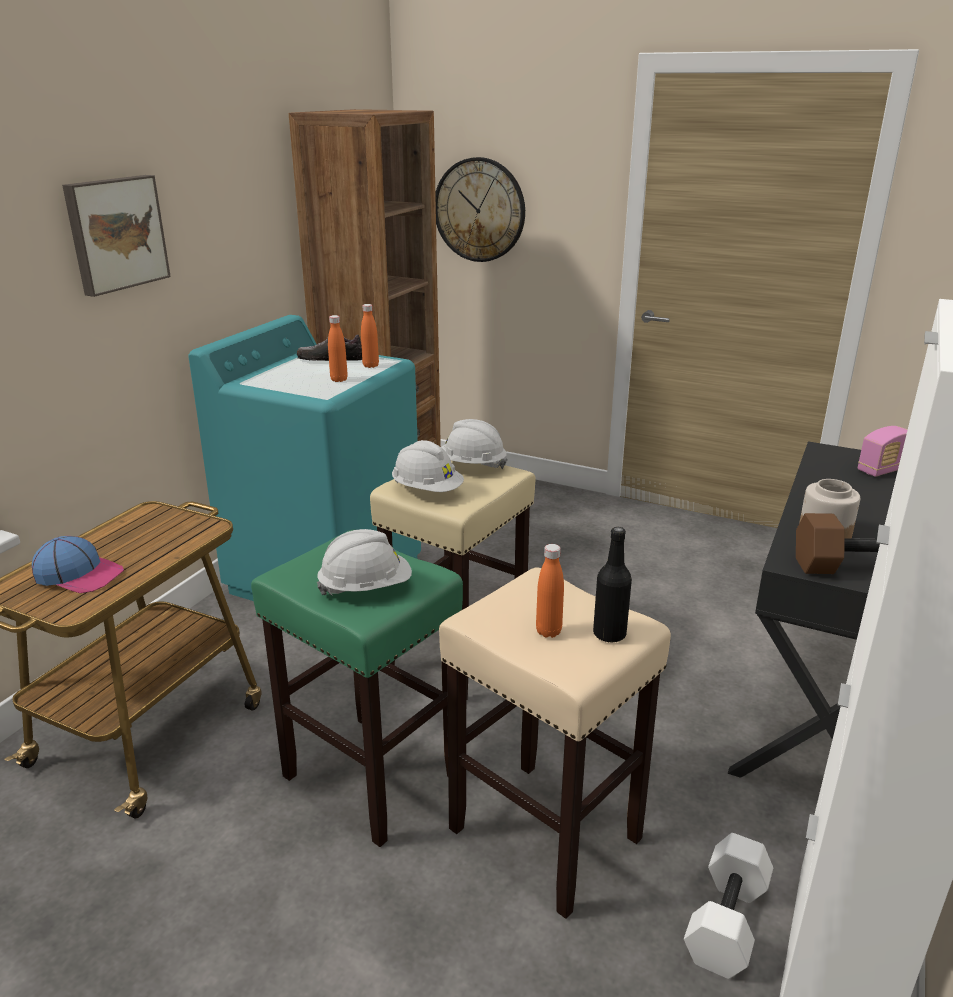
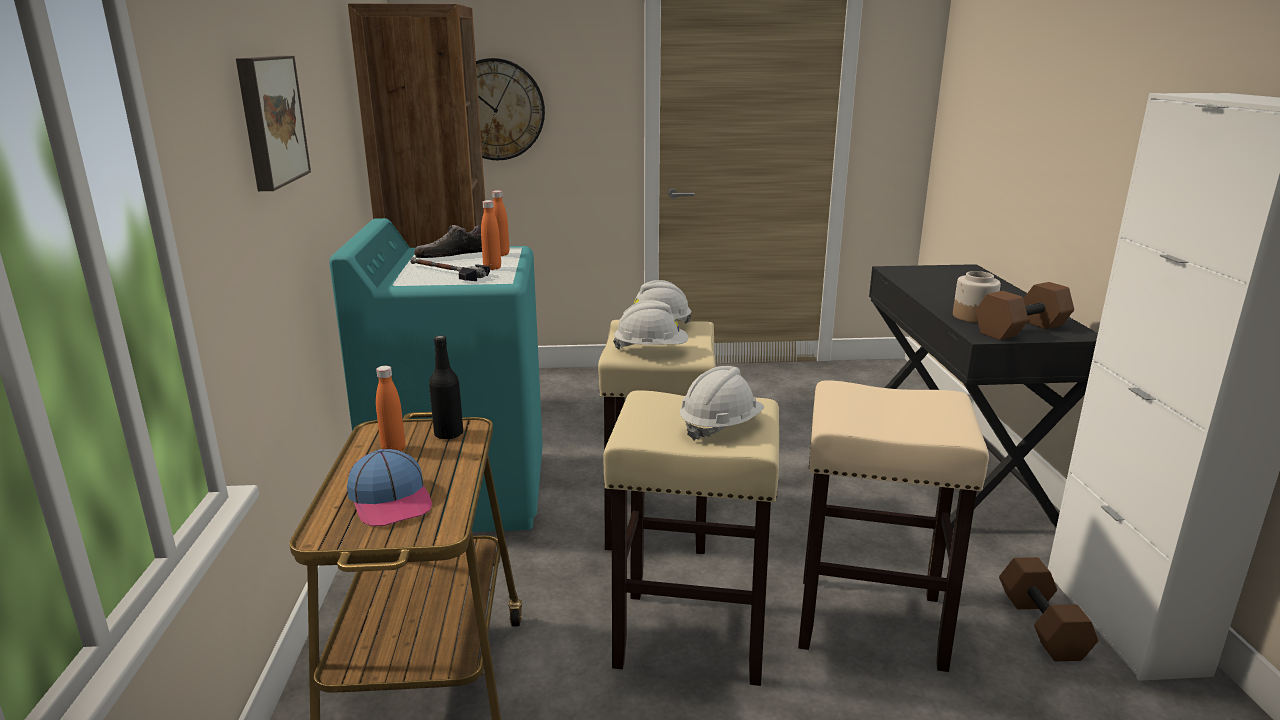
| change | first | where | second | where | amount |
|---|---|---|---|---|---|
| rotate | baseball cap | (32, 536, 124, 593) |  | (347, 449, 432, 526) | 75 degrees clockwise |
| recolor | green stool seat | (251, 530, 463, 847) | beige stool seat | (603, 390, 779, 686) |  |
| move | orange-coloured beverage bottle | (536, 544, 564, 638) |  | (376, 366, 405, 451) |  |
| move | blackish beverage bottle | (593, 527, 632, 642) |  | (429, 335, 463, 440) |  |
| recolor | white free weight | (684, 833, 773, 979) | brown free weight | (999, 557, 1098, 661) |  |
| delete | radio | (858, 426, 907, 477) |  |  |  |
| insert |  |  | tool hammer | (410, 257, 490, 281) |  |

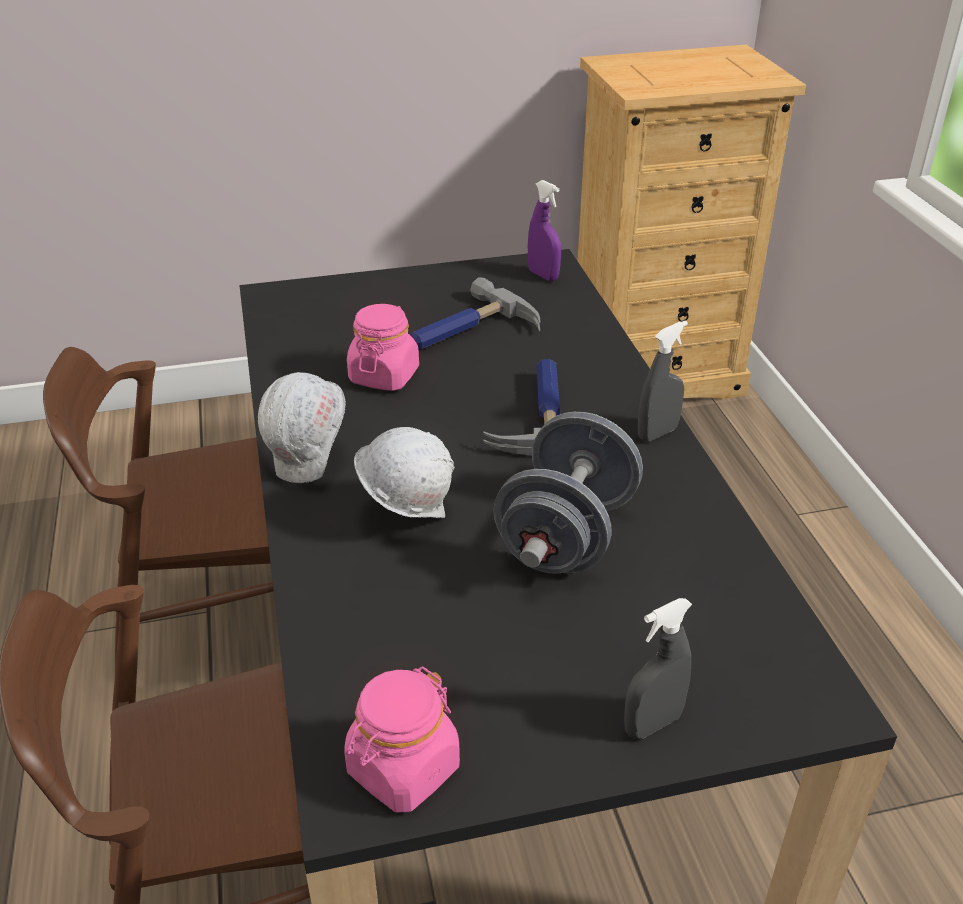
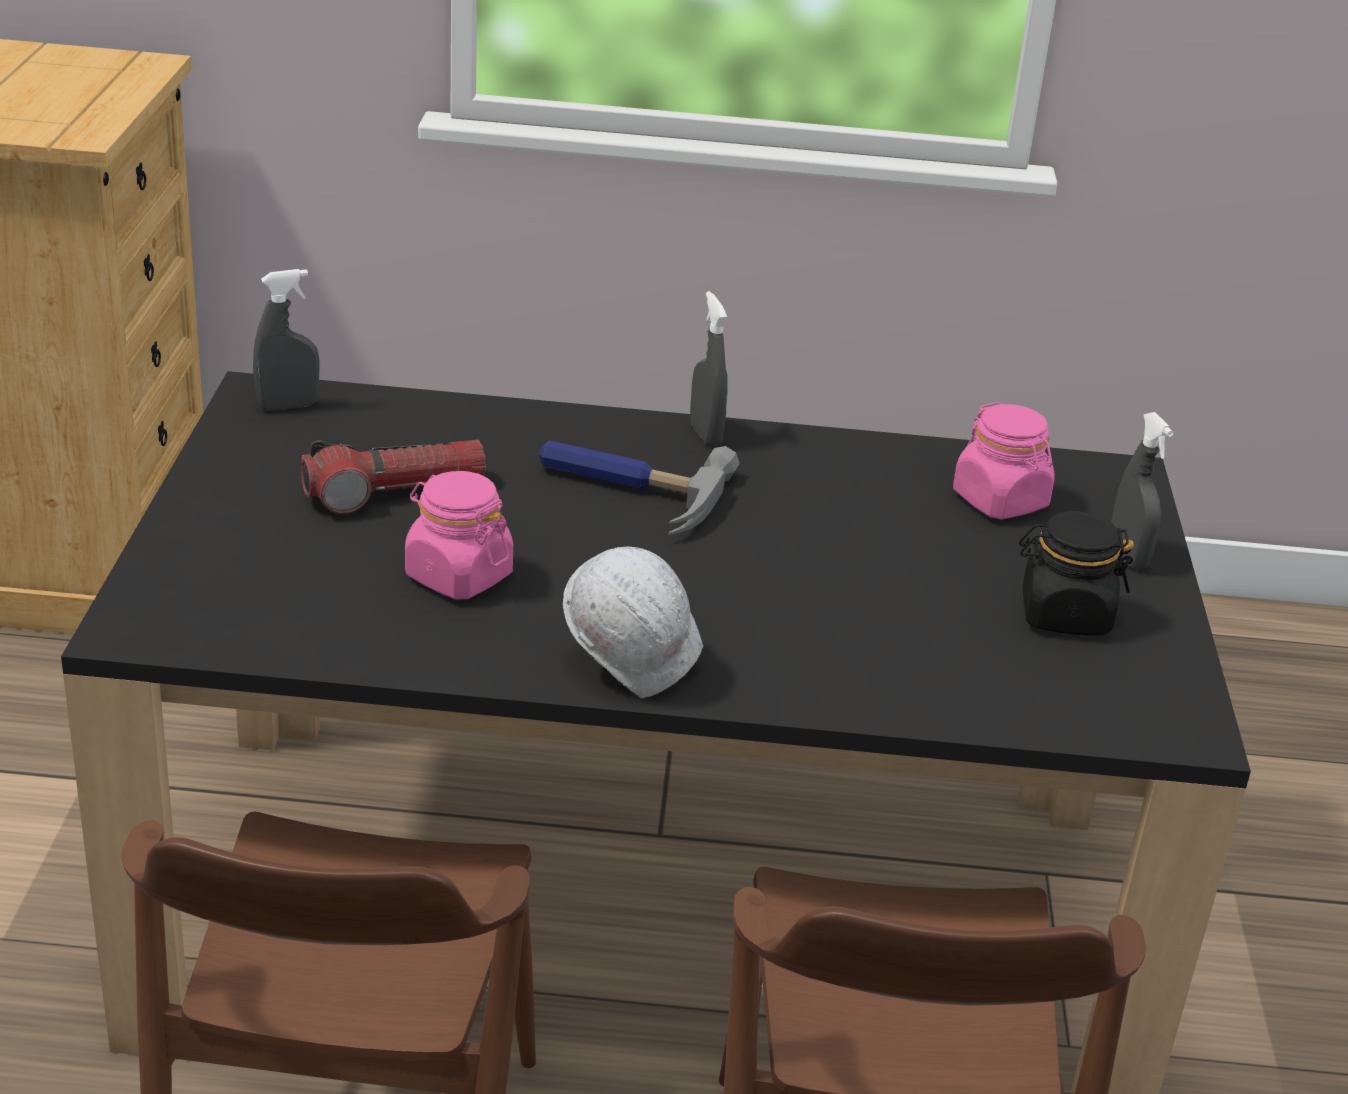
| change | first | where | second | where | amount |
|---|---|---|---|---|---|
| move | pink preserve jar | (344, 667, 460, 813) |  | (953, 402, 1055, 519) |  |
| delete | white safety helmet | (354, 427, 454, 518) |  |  |  |
| replace | tool hammer | (410, 277, 541, 350) | hand torch | (301, 440, 486, 514) |  |
| delete | grey free weight | (493, 412, 643, 574) |  |  |  |
| recolor | purple sprayer | (528, 180, 561, 281) | grey sprayer | (253, 269, 320, 411) |  |
| insert |  |  | blackish preserve jar | (1019, 511, 1134, 636) |  |

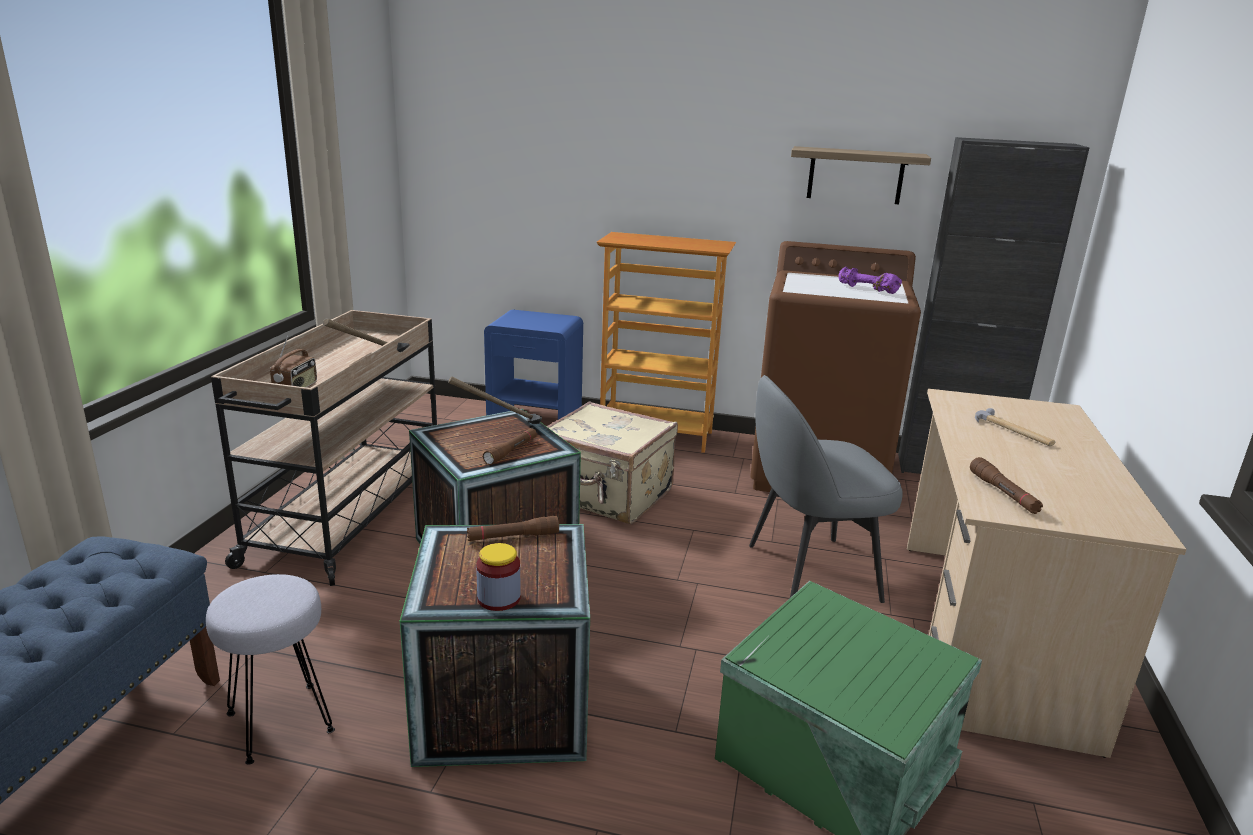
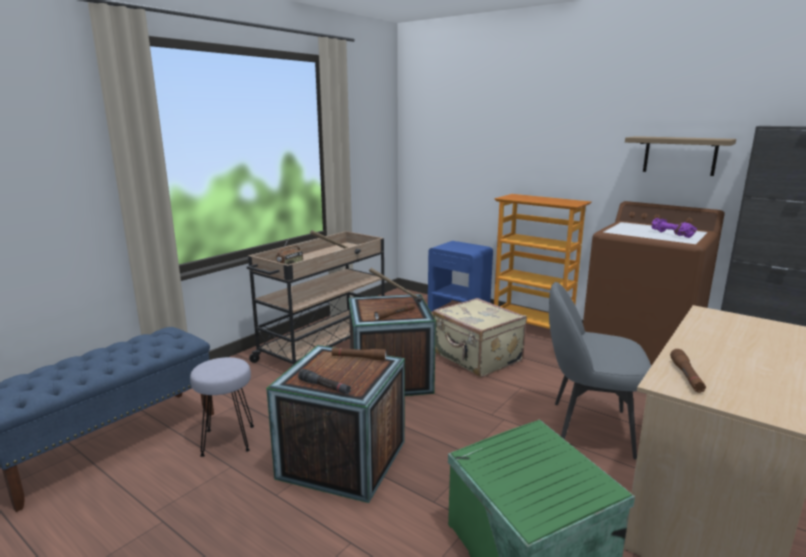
| change | first | where | second | where | amount |
|---|---|---|---|---|---|
| replace | preserve jar | (476, 543, 521, 611) | blackish hand torch | (298, 369, 351, 395) |  |
| delete | tool hammer | (975, 408, 1055, 446) |  |  |  |

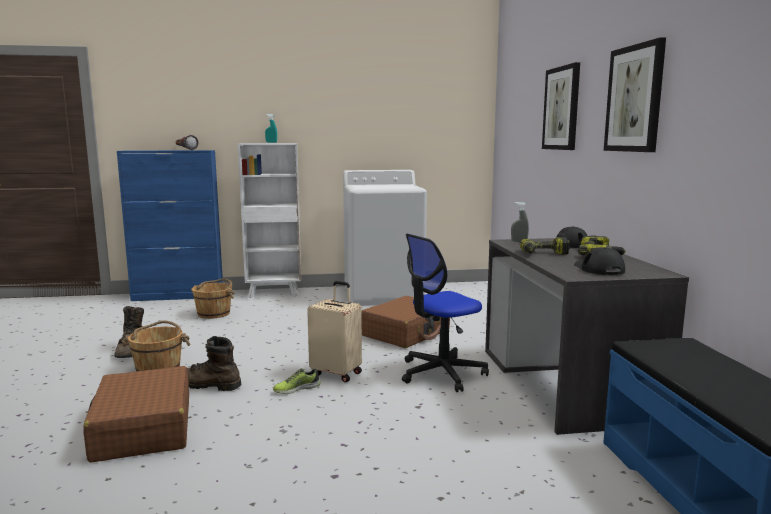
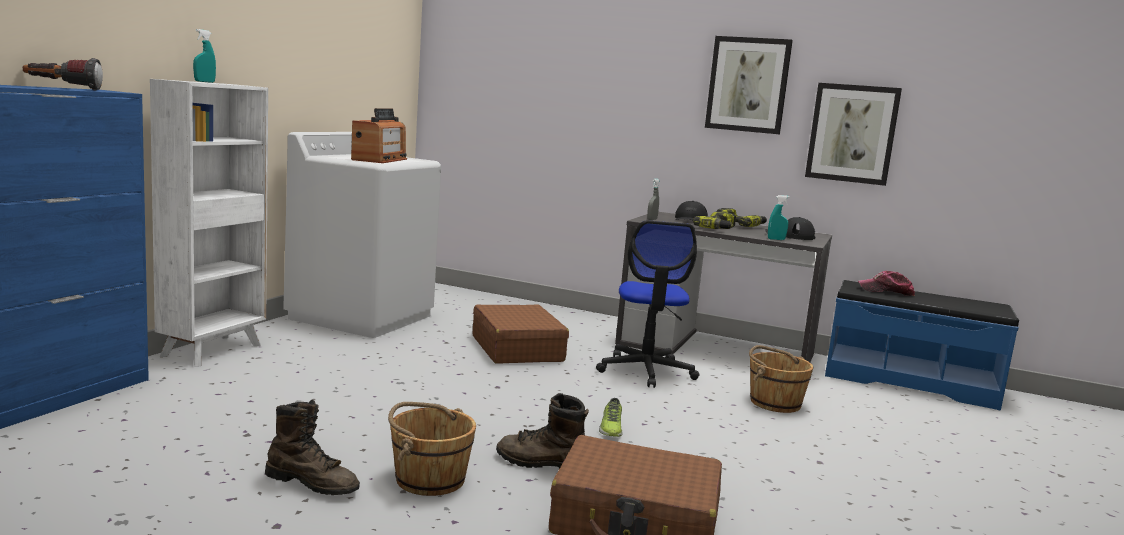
| change | first | where | second | where | amount |
|---|---|---|---|---|---|
| rotate | brown high-top boot | (187, 336, 241, 391) |  | (496, 393, 589, 469) | 60 degrees clockwise |
| move | brown pail | (191, 278, 234, 319) |  | (749, 345, 813, 413) |  |
| delete | beige travel case | (307, 281, 362, 382) |  |  |  |
| move | wall picture | (542, 62, 580, 150) |  | (805, 83, 902, 186) |  |
| insert |  |  | radio | (351, 108, 407, 163) |  |
| insert |  |  | blue-green sprayer | (768, 195, 790, 240) |  |
| insert |  |  | baseball cap | (858, 271, 915, 296) |  |

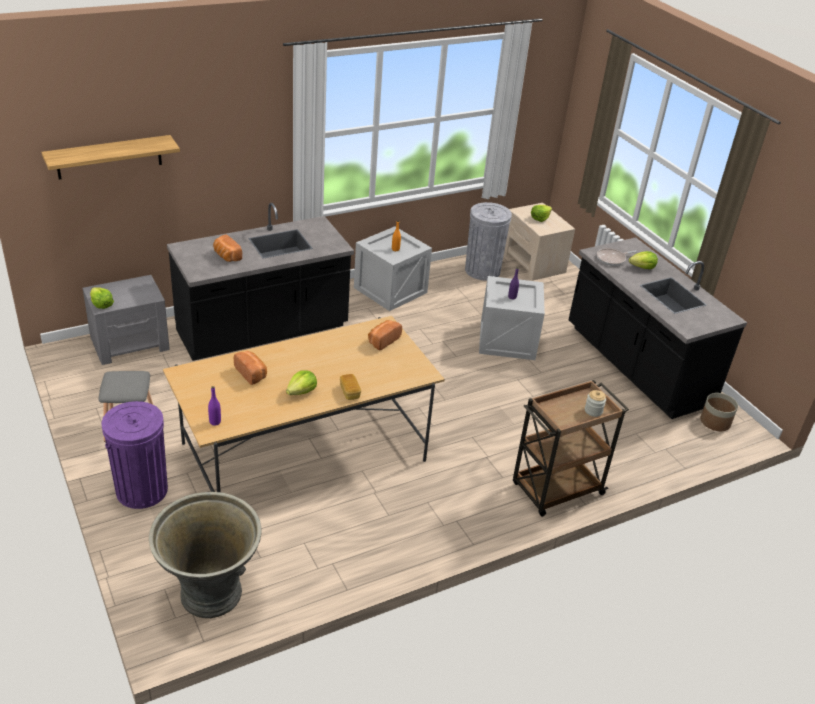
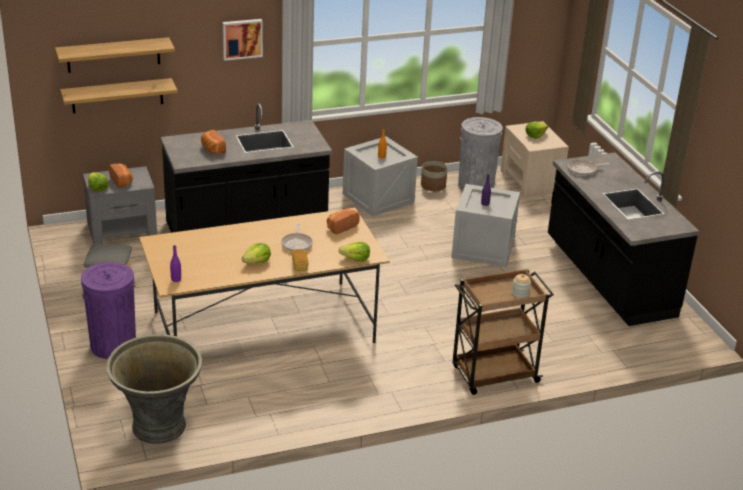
| change | first | where | second | where | amount |
|---|---|---|---|---|---|
| move | bread | (234, 351, 267, 385) |  | (109, 164, 133, 188) |  |
| move | lettuce | (629, 251, 658, 269) |  | (339, 242, 370, 261) |  |
| move | flower pot | (700, 393, 738, 431) |  | (421, 161, 448, 191) |  |
| insert |  |  | wall shelf | (60, 78, 178, 113) |  |
| insert |  |  | wall picture | (223, 19, 263, 61) |  |
| insert |  |  | pan | (281, 224, 313, 251) |  |

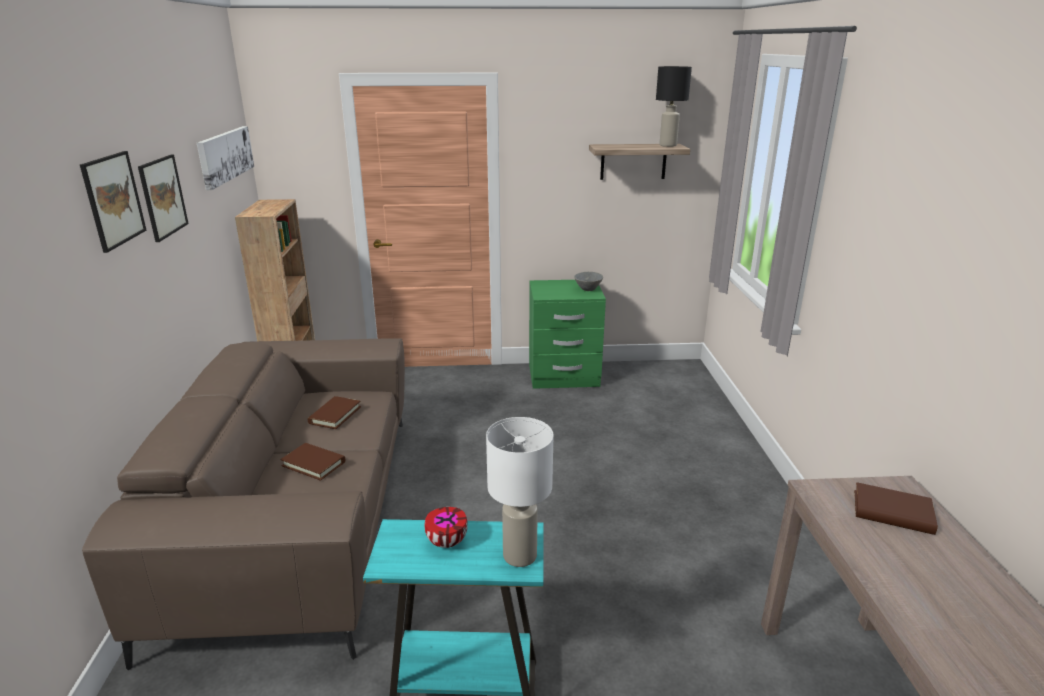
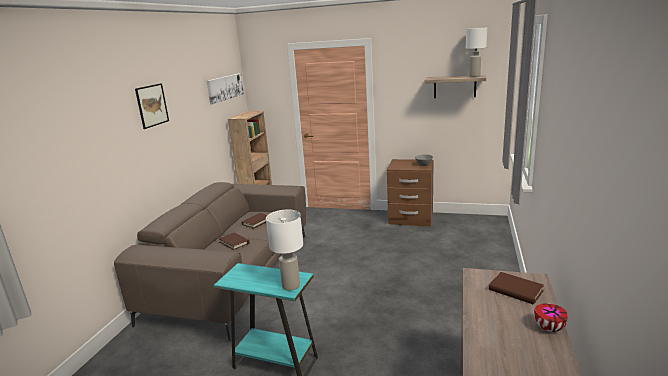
| change | first | where | second | where | amount |
|---|---|---|---|---|---|
| delete | wall picture | (138, 155, 189, 242) |  |  |  |
| move | deep dish | (425, 507, 468, 548) |  | (534, 303, 568, 332) |  |
| recolor | green nightstand | (529, 280, 606, 389) | brown nightstand | (387, 159, 434, 227) |  |
| recolor | blackish lamp for a table | (656, 66, 692, 147) | white lamp for a table | (465, 27, 487, 77) |  |

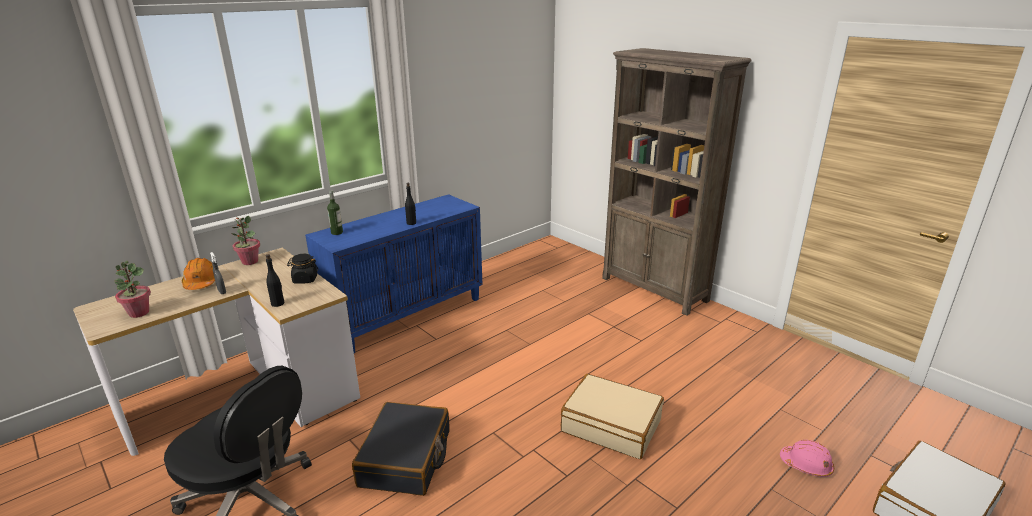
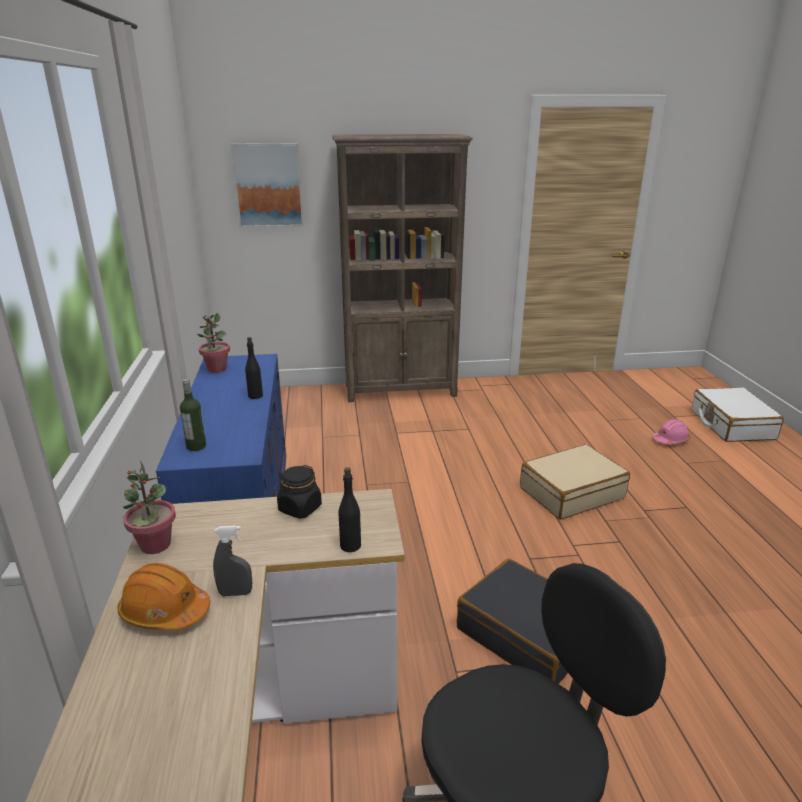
| change | first | where | second | where | amount |
|---|---|---|---|---|---|
| move | plant in a pot | (114, 261, 151, 318) |  | (197, 313, 230, 373) |  |
| insert |  |  | wall picture | (231, 143, 304, 228) |  |

